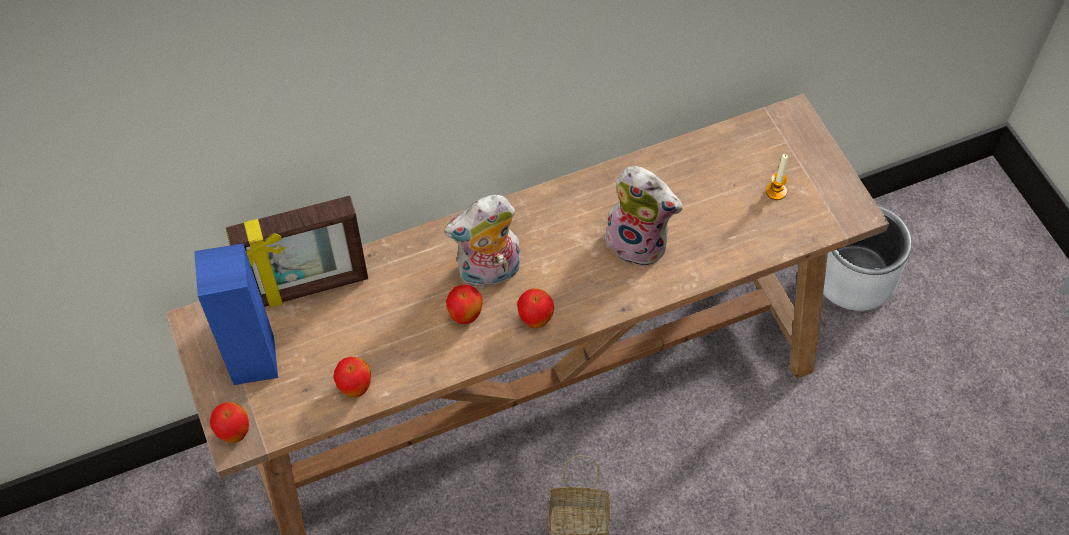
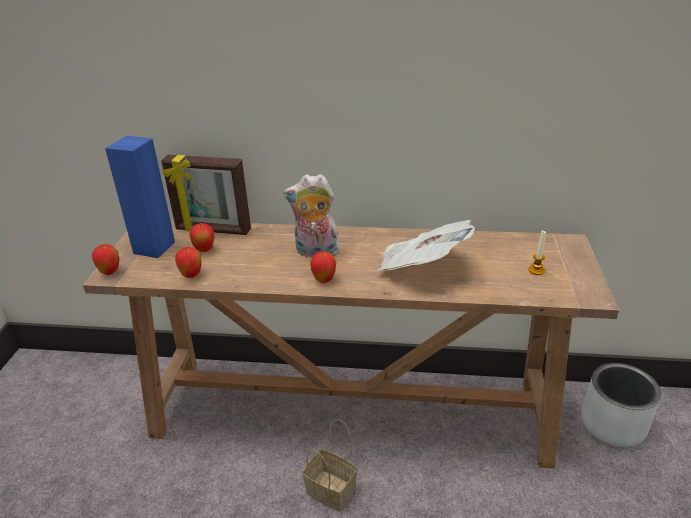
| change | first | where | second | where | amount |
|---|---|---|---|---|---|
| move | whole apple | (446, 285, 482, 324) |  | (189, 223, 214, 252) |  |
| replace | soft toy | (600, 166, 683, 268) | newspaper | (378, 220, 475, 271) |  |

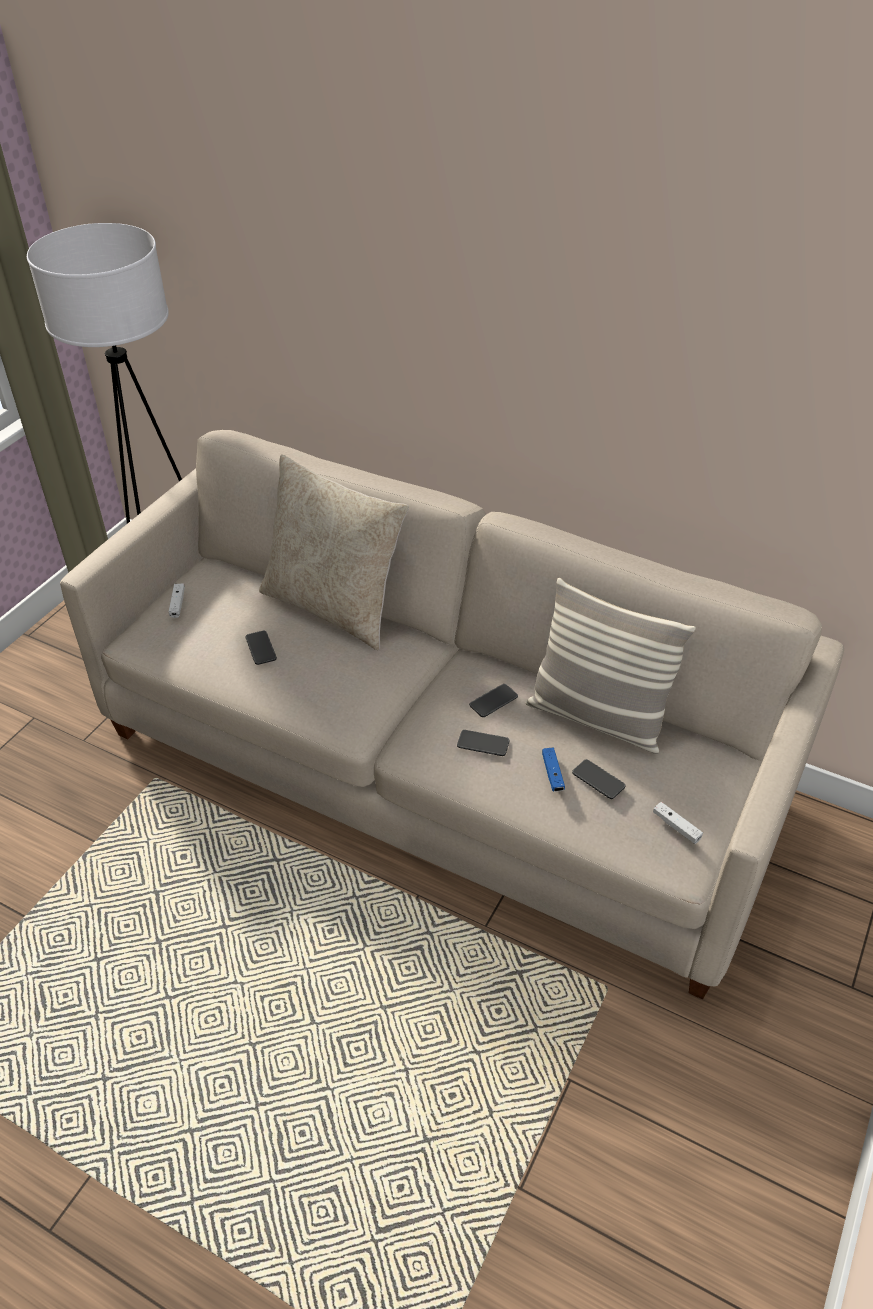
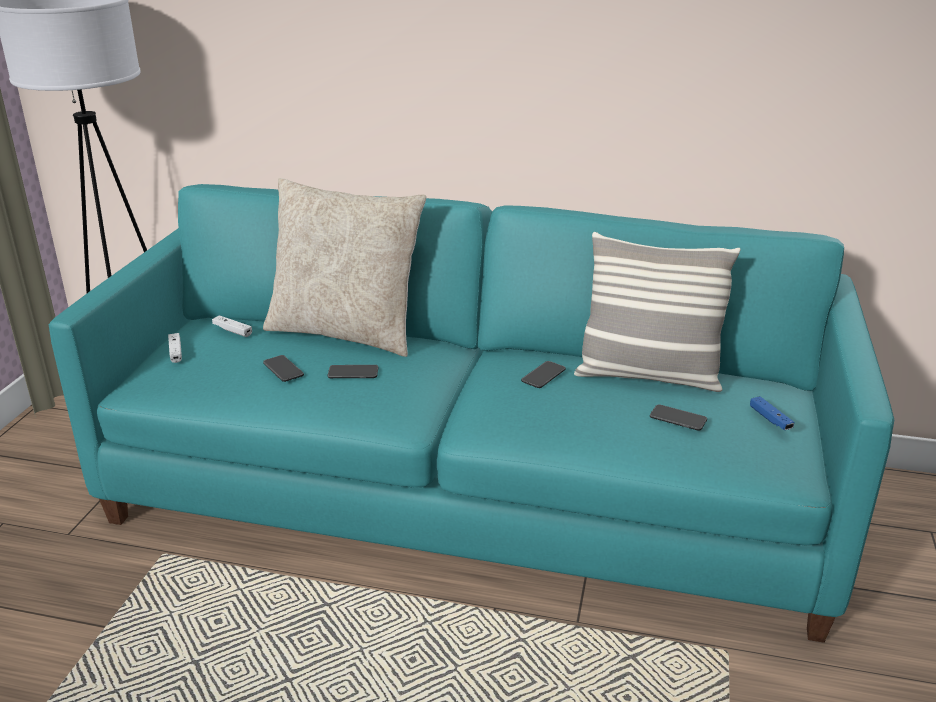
| change | first | where | second | where | amount |
|---|---|---|---|---|---|
| recolor | beige sofa | (60, 430, 844, 1000) | blue-green sofa | (49, 184, 894, 643) |  |
| move | phone | (457, 730, 510, 756) |  | (327, 365, 379, 378) |  |
| move | blue-coloured joypad | (542, 748, 565, 792) |  | (750, 396, 794, 430) |  |
| move | white joypad | (653, 802, 703, 844) |  | (212, 315, 252, 337) |  |

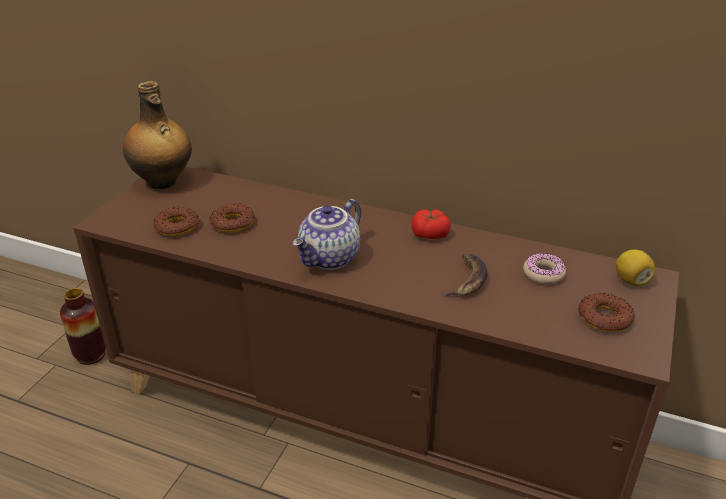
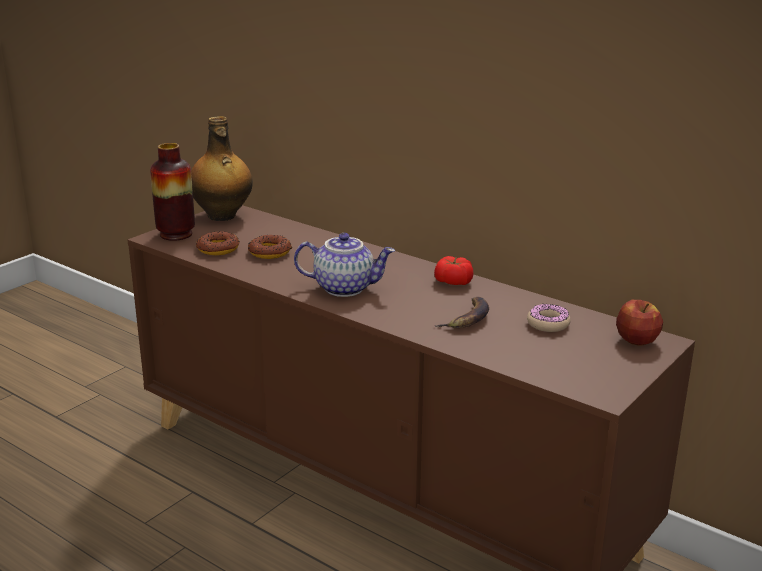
| change | first | where | second | where | amount |
|---|---|---|---|---|---|
| move | flower vase | (60, 288, 106, 365) |  | (150, 143, 195, 241) |  |
| rotate | pot for tea | (293, 199, 361, 270) |  | (294, 233, 395, 297) | 135 degrees counterclockwise |
| delete | doughnut | (578, 293, 635, 332) |  |  |  |
| replace | whole lemon | (616, 250, 655, 286) | whole apple | (616, 300, 663, 346) |  |

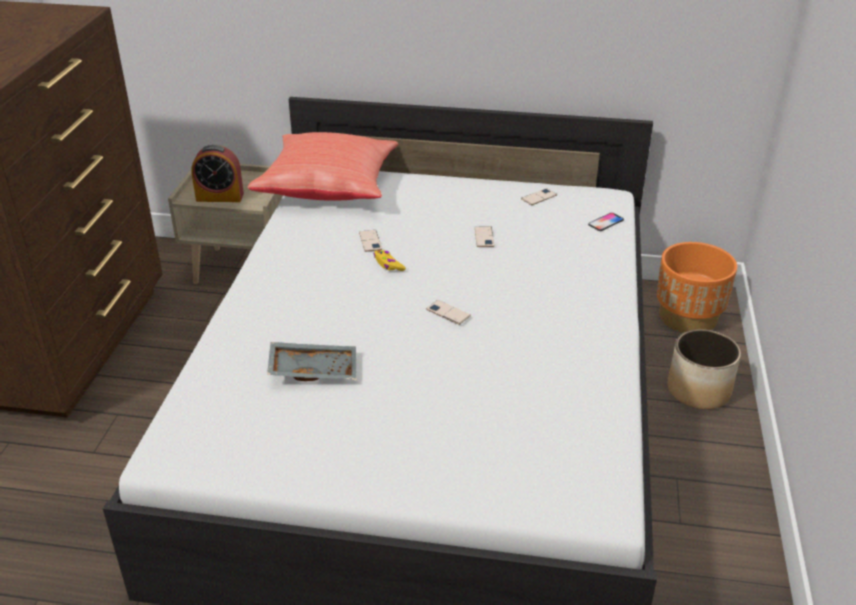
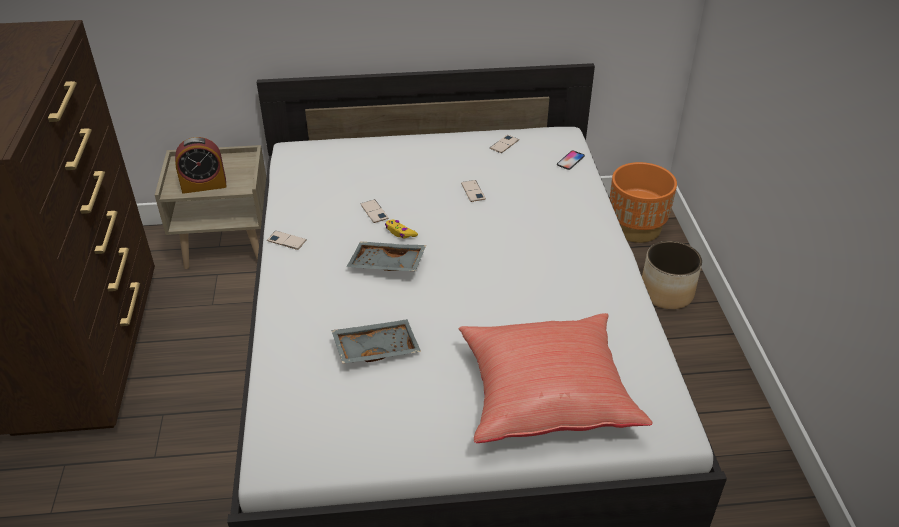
| change | first | where | second | where | amount |
|---|---|---|---|---|---|
| move | red pillow | (248, 132, 399, 201) |  | (459, 313, 653, 443) |  |
| move | phone | (426, 300, 471, 325) |  | (267, 231, 307, 250) |  |
| insert |  |  | grey serving tray | (346, 242, 426, 271) |  |

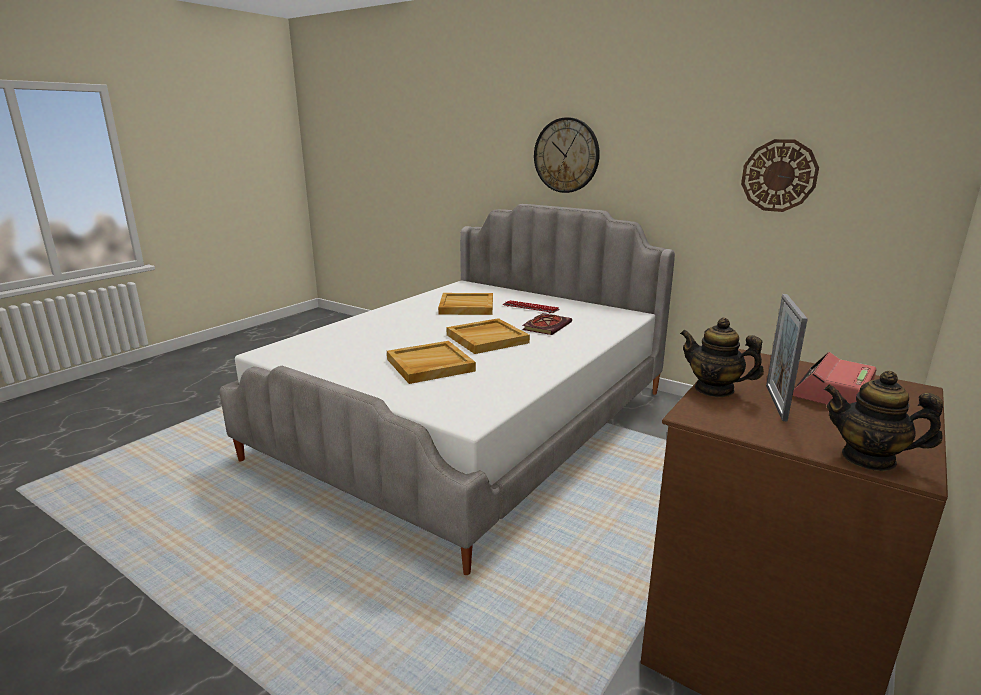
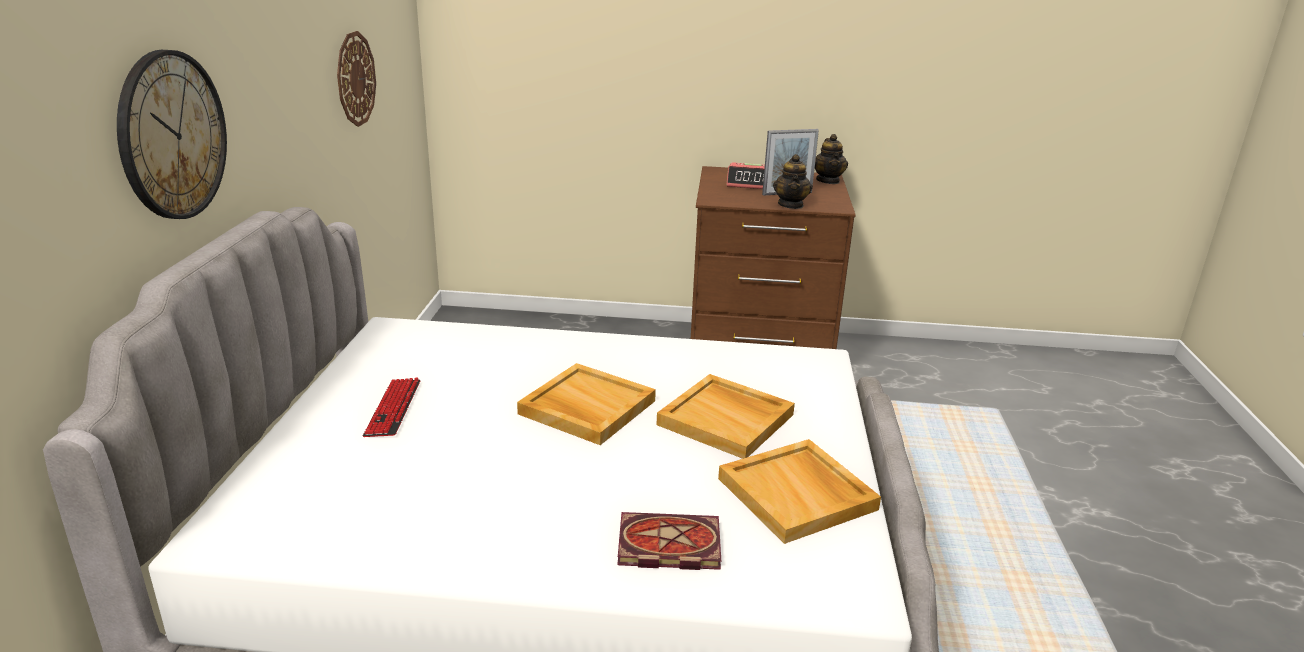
| change | first | where | second | where | amount |
|---|---|---|---|---|---|
| move | beige serving tray | (438, 293, 493, 315) |  | (718, 439, 881, 544) |  |
| move | bound book | (522, 313, 572, 335) |  | (617, 512, 721, 570) |  |

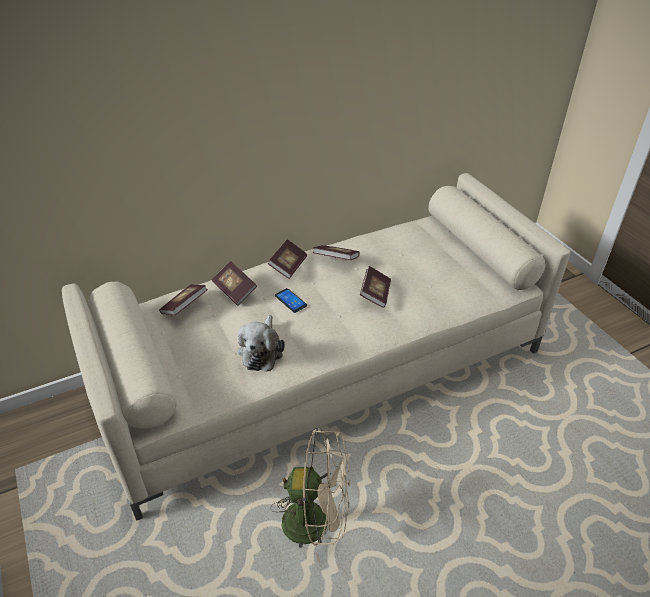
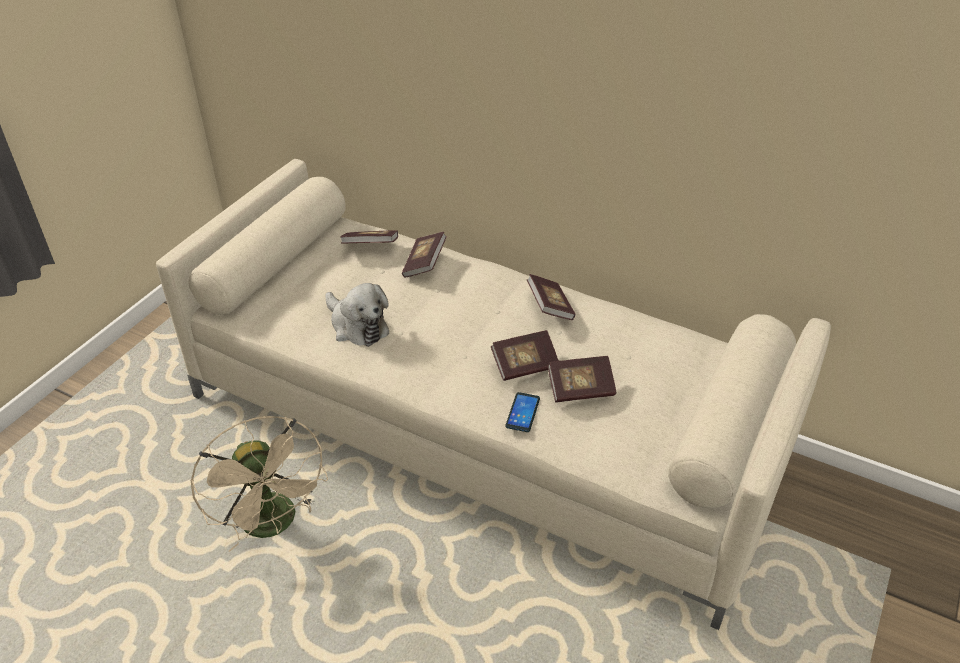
| change | first | where | second | where | amount |
|---|---|---|---|---|---|
| rotate | soft toy | (238, 315, 285, 371) |  | (325, 283, 389, 347) | 105 degrees counterclockwise |
| move | bound book | (268, 239, 307, 279) |  | (547, 356, 616, 402) |  |
| move | phone | (275, 288, 307, 313) |  | (505, 392, 540, 432) |  |

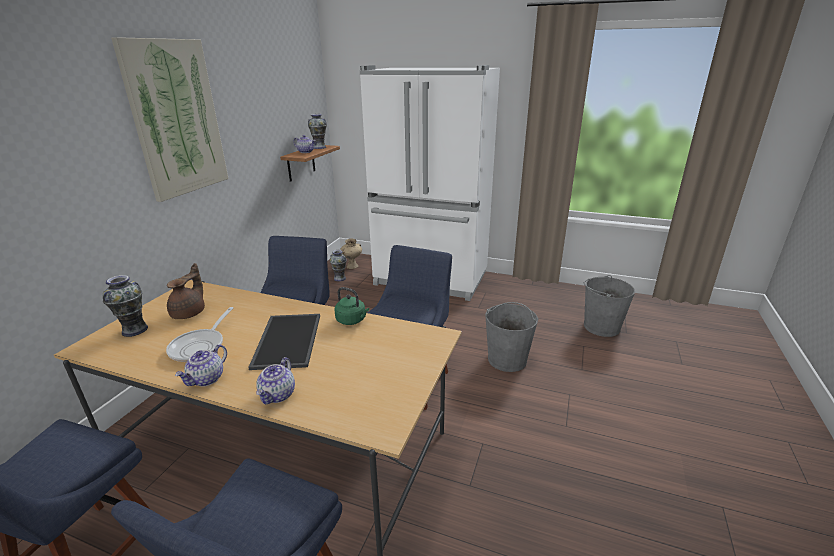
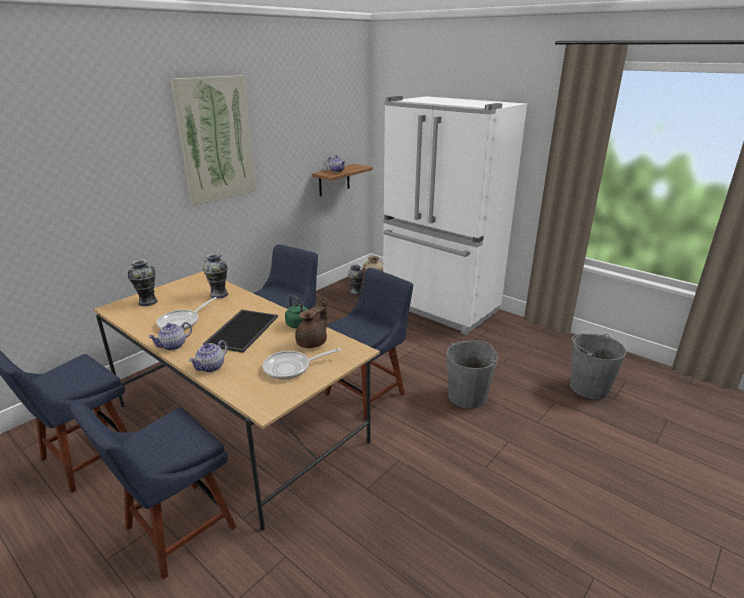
| change | first | where | second | where | amount |
|---|---|---|---|---|---|
| move | brown pot for tea | (167, 263, 205, 319) |  | (295, 297, 328, 348) |  |
| move | flower vase | (308, 114, 327, 149) |  | (203, 253, 228, 299) |  |
| insert |  |  | pan | (263, 348, 341, 380) |  |

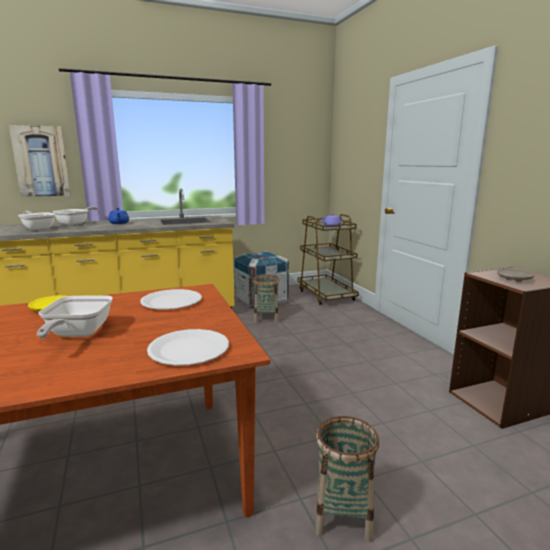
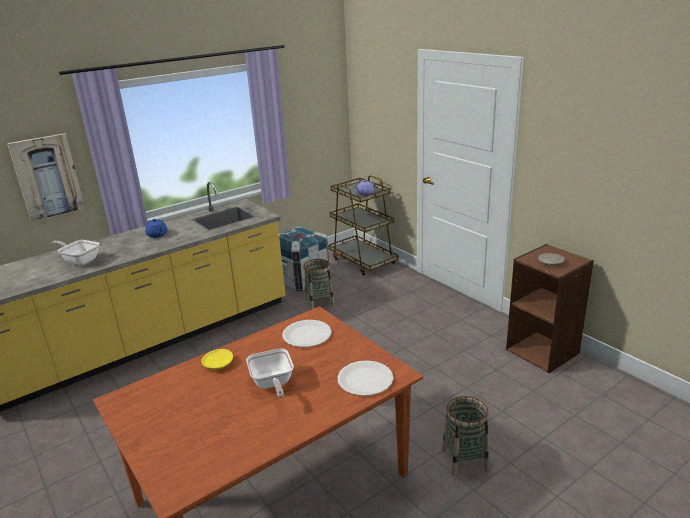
| change | first | where | second | where | amount |
|---|---|---|---|---|---|
| delete | pan | (52, 207, 98, 225) |  |  |  |

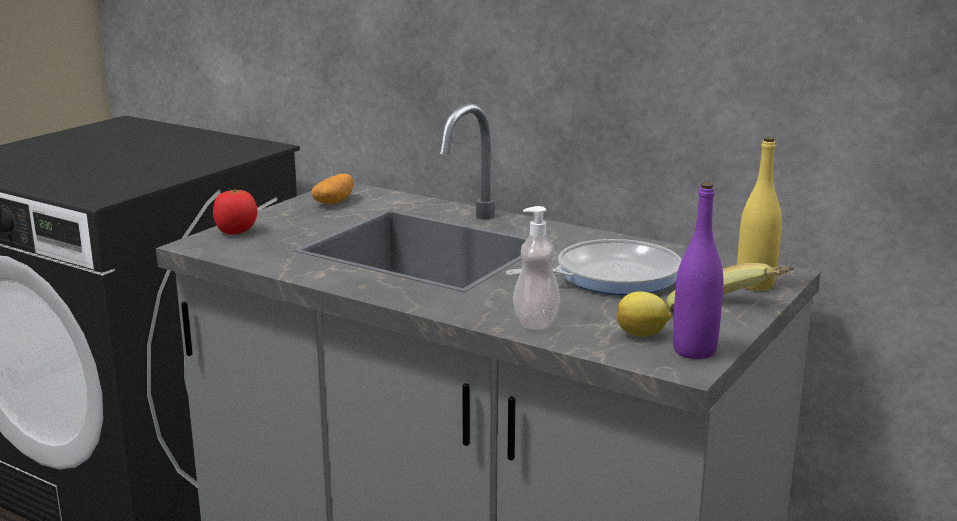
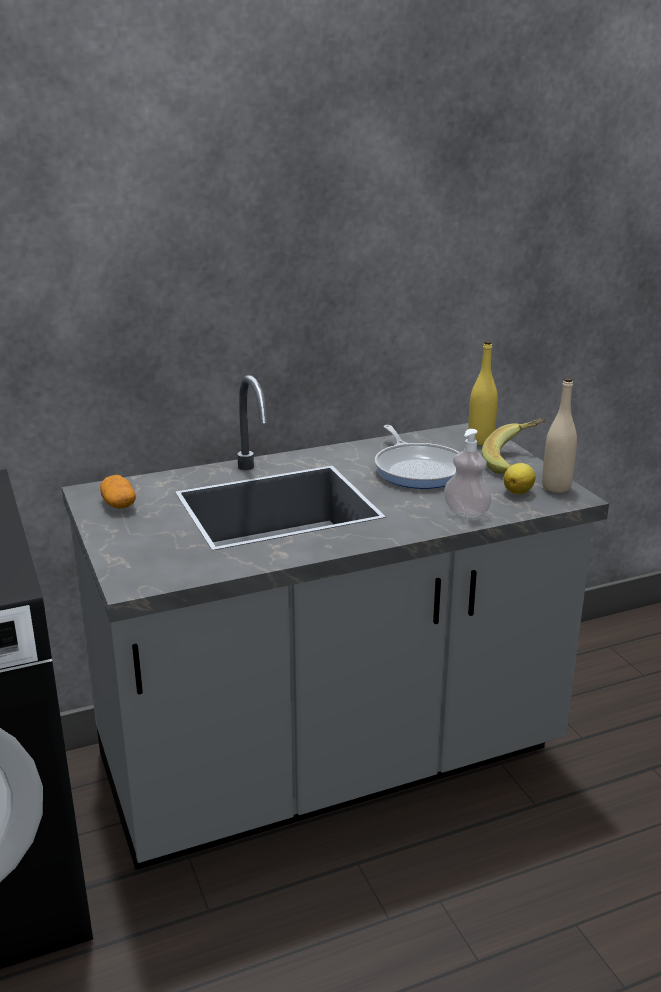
| change | first | where | second | where | amount |
|---|---|---|---|---|---|
| delete | fresh tomato | (213, 190, 257, 235) |  |  |  |
| rotate | pan | (506, 239, 682, 295) |  | (375, 425, 459, 489) | 150 degrees clockwise |
| recolor | purple beverage bottle | (673, 182, 723, 359) | beige beverage bottle | (542, 378, 577, 493) |  |

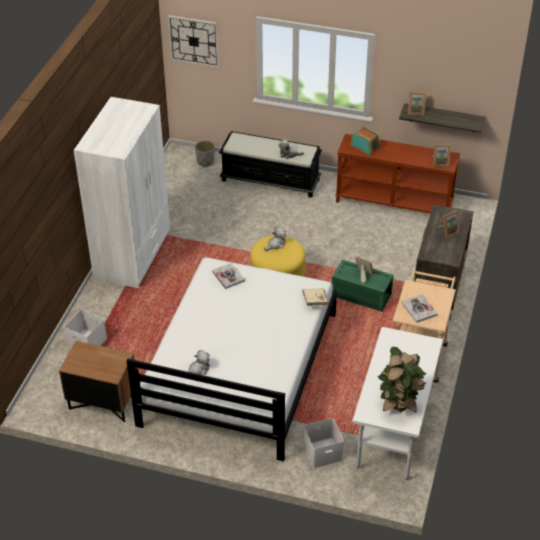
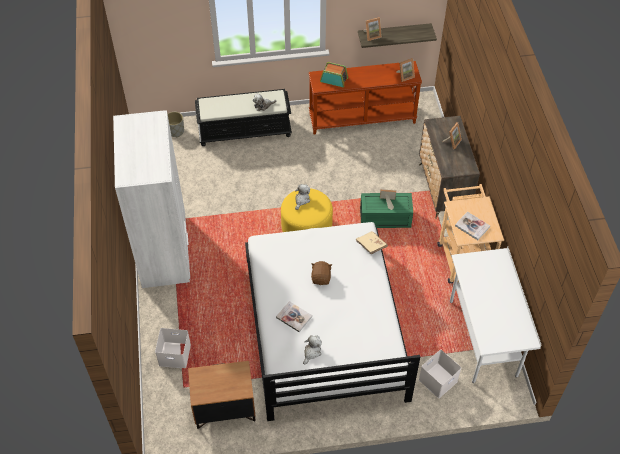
| change | first | where | second | where | amount |
|---|---|---|---|---|---|
| delete | hanging clock | (168, 15, 219, 68) |  |  |  |
| move | bound book | (212, 262, 245, 289) |  | (276, 301, 312, 332) |  |
| delete | plant in a pot | (378, 347, 426, 413) |  |  |  |
| insert |  |  | brown soft toy | (311, 261, 332, 285) |  |

